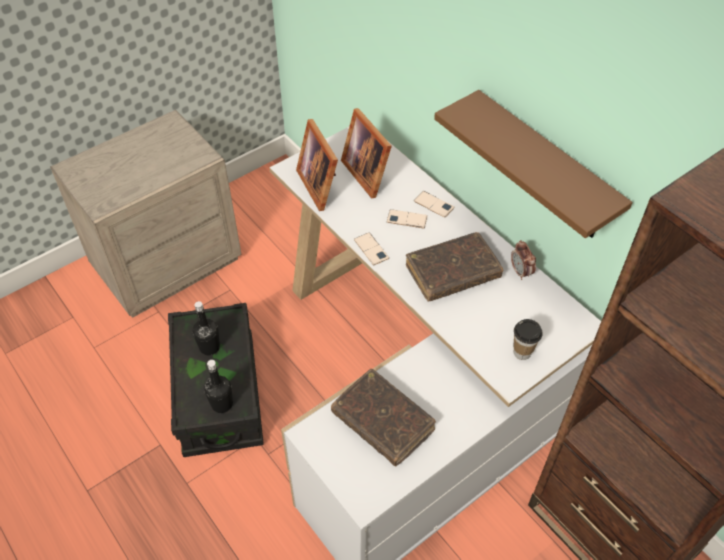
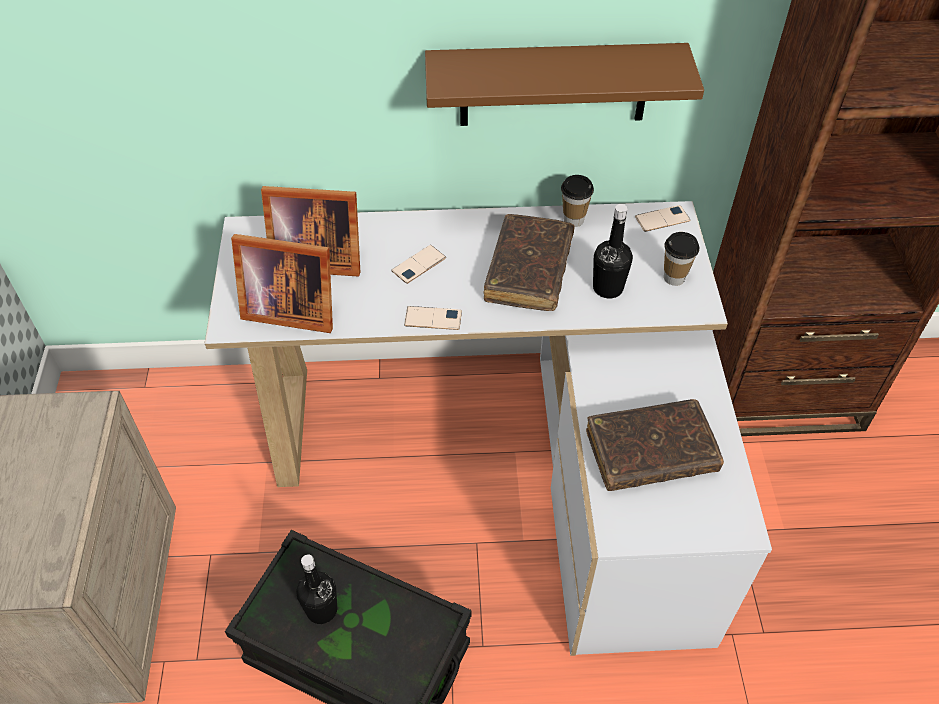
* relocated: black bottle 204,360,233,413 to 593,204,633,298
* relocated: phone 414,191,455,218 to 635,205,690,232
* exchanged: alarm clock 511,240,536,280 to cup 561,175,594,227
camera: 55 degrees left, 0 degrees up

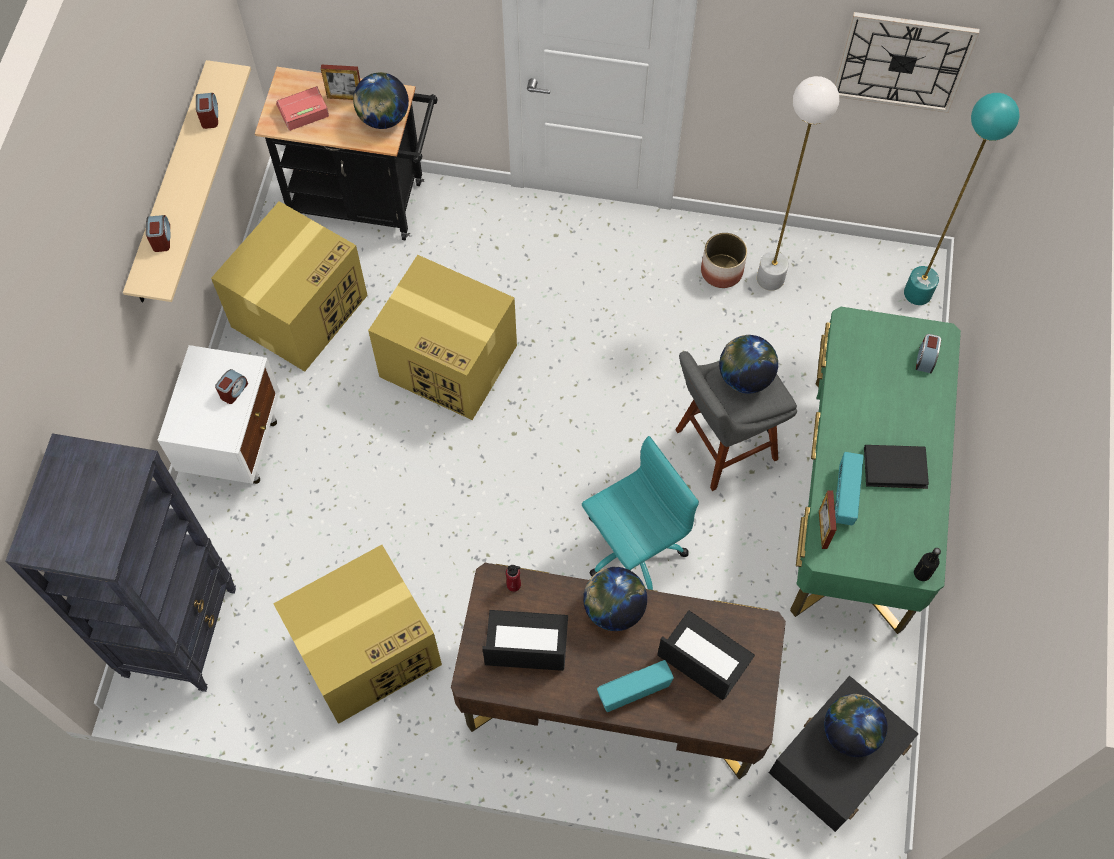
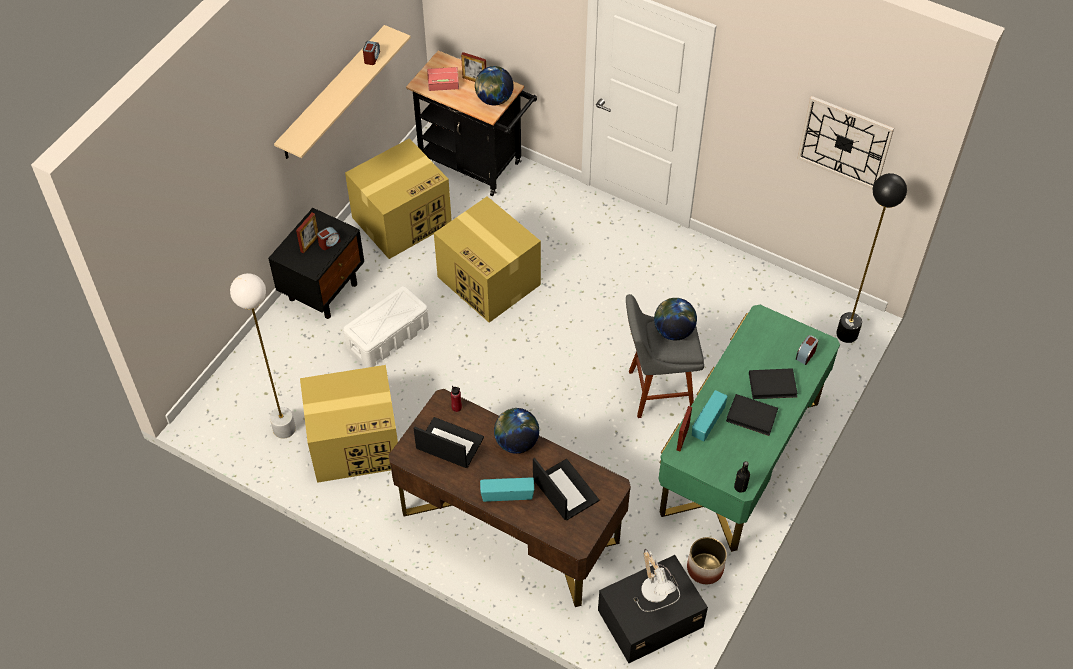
* missing: black bookcase 6,433,236,692
* missing: alarm clock 146,215,171,252
* colour: white nightstand 157,345,280,484 to black nightstand 268,208,364,319
* missing: turquoise office chair 582,436,699,590
* relocated: planter 701,233,747,288 to 687,537,727,584
* relocated: white floor lamp 757,76,839,291 to 230,273,296,439
* exchanged: globe 824,694,887,757 to table lamp 634,549,680,612
* colour: turquoise floor lamp 904,93,1020,305 to black floor lamp 836,173,907,343
* appeared: picture frame 296,213,318,254
* appeared: white storage box 343,286,429,368
* appeared: black book 749,368,797,399
camera: 20 degrees right, 10 degrees down

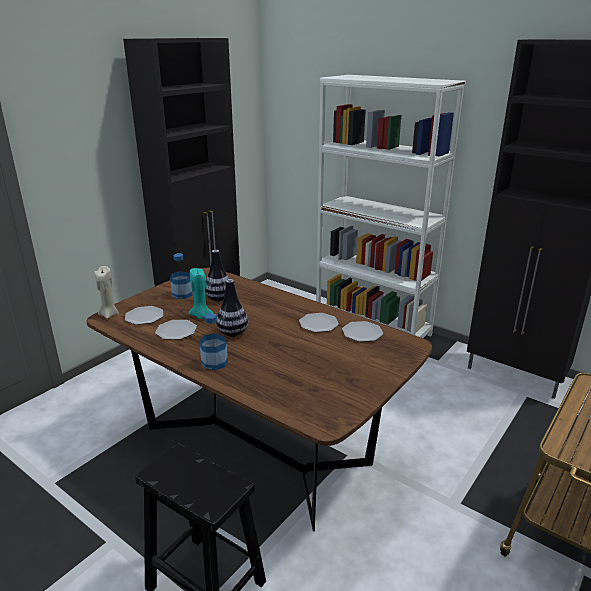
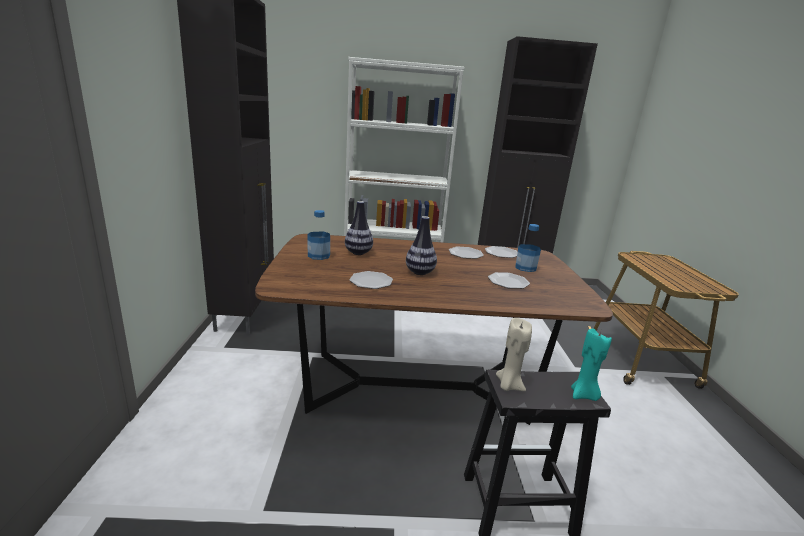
* relocated: beige candle 94,266,119,319 to 496,318,532,391
* relocated: plate 125,306,163,325 to 488,272,530,289
* relocated: turquoise candle 189,268,213,319 to 571,329,612,401
* relocated: bottle 199,313,228,370 to 515,224,541,272
camera: 40 degrees left, 5 degrees down

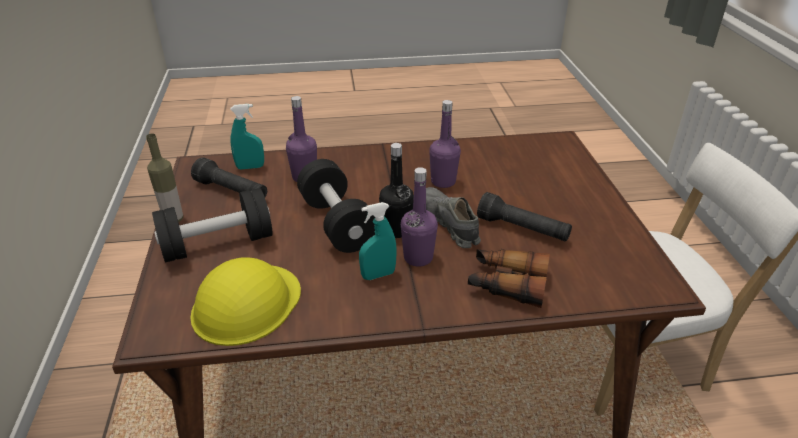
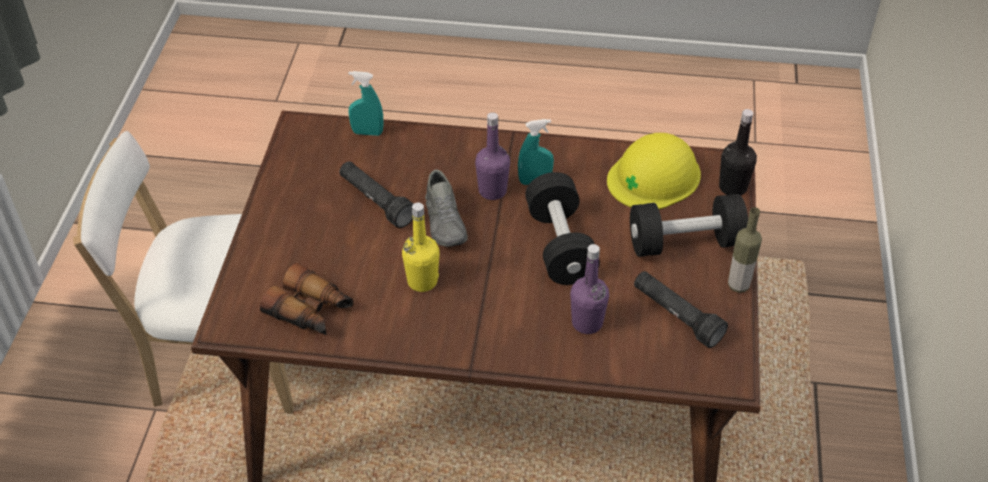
* relocated: turquoise spray bottle 230,104,264,169 to 348,71,384,136
* relocated: black bottle 379,143,414,238 to 719,109,757,195
* colour: purple bottle 429,100,461,188 to yellow bottle 402,203,440,292
* relocated: binoculars 468,249,550,308 to 260,263,353,335
camera: 165 degrees left, 10 degrees up

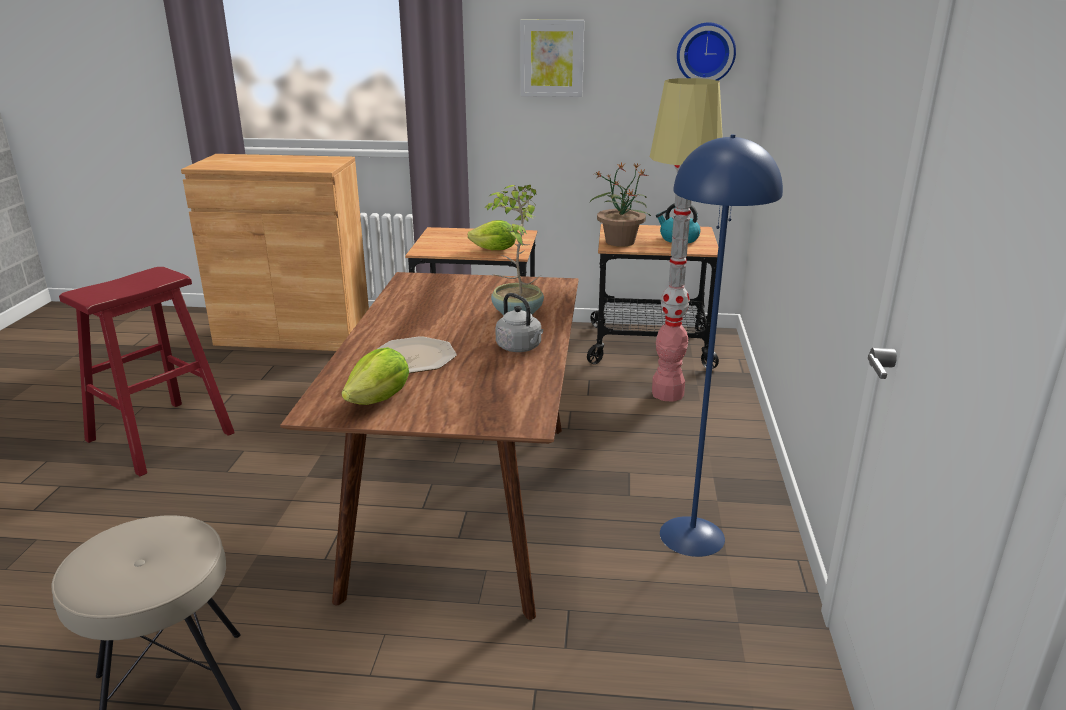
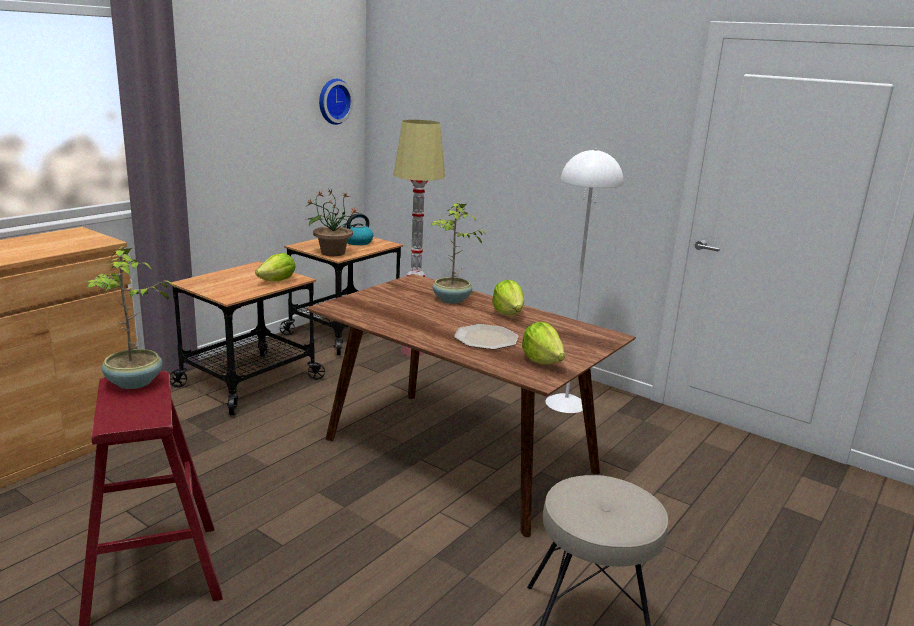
* exchanged: grey kettle 496,293,543,352 to lettuce 492,280,524,315
* missing: picture 520,20,584,97
* colour: blue floor lamp 660,134,783,557 to white floor lamp 545,149,623,413
* appeared: potted plant 87,246,174,389
camera: 60 degrees left, 5 degrees down

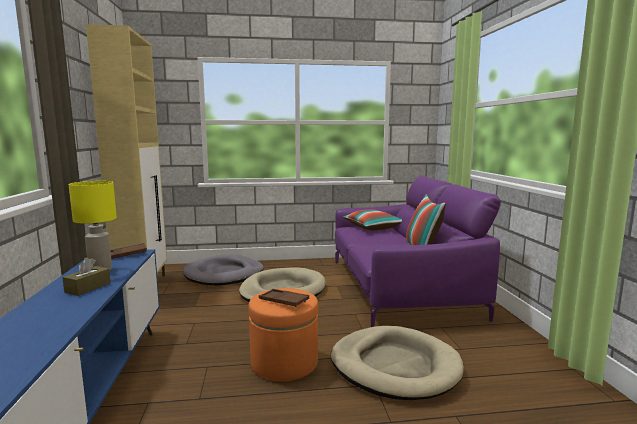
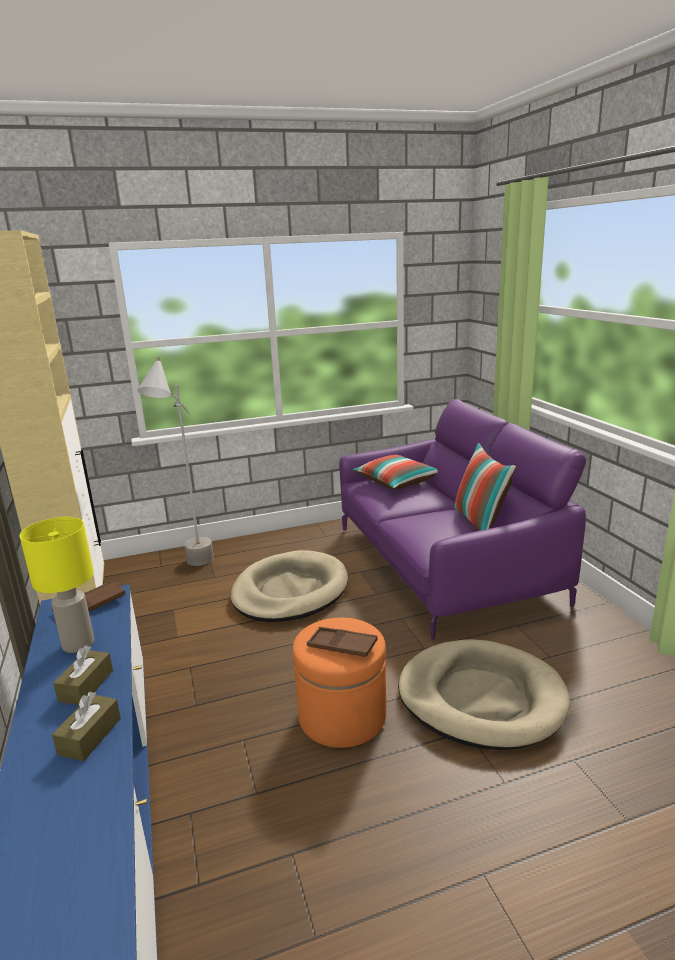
* exchanged: grey dog bed 183,255,264,286 to grey floor lamp 137,357,214,566
* appeared: brown tissue box 52,692,121,761
camera: 10 degrees left, 10 degrees up

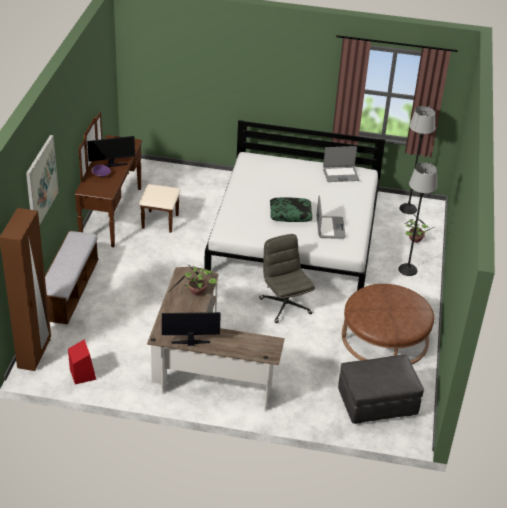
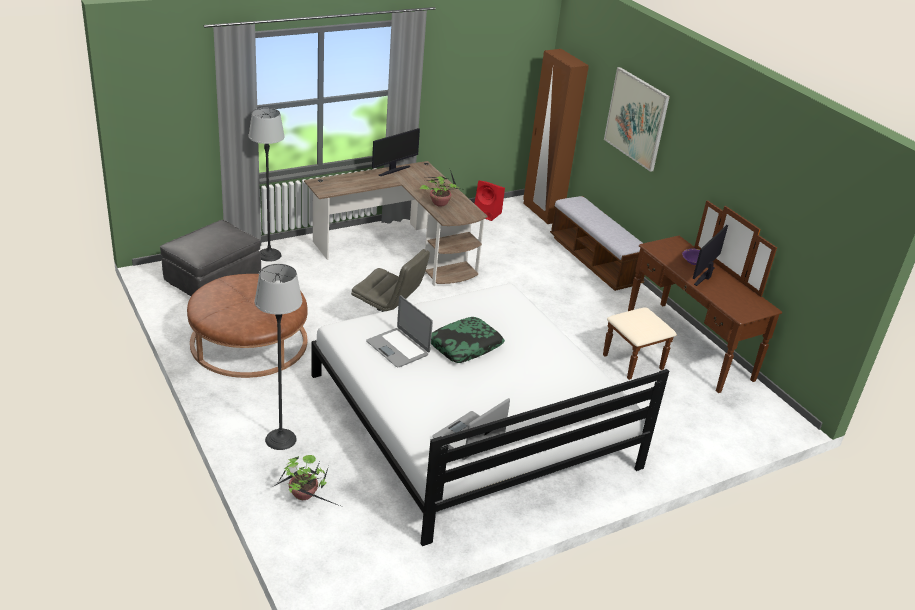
* relocated: floor lamp 399,106,435,214 to 249,108,285,262
camera: 140 degrees right, 5 degrees down

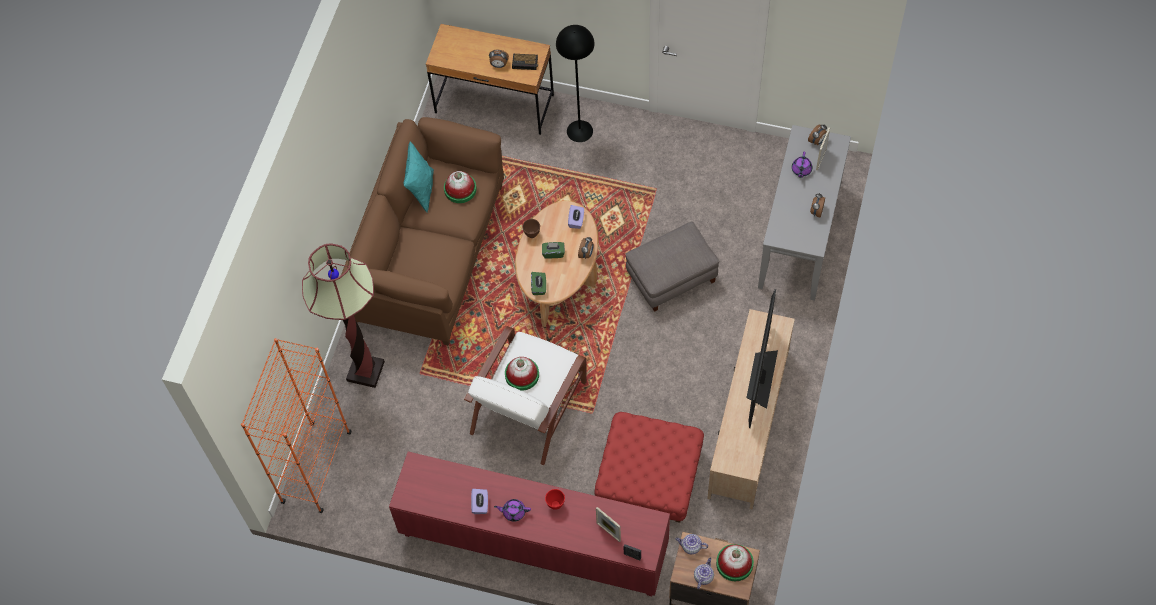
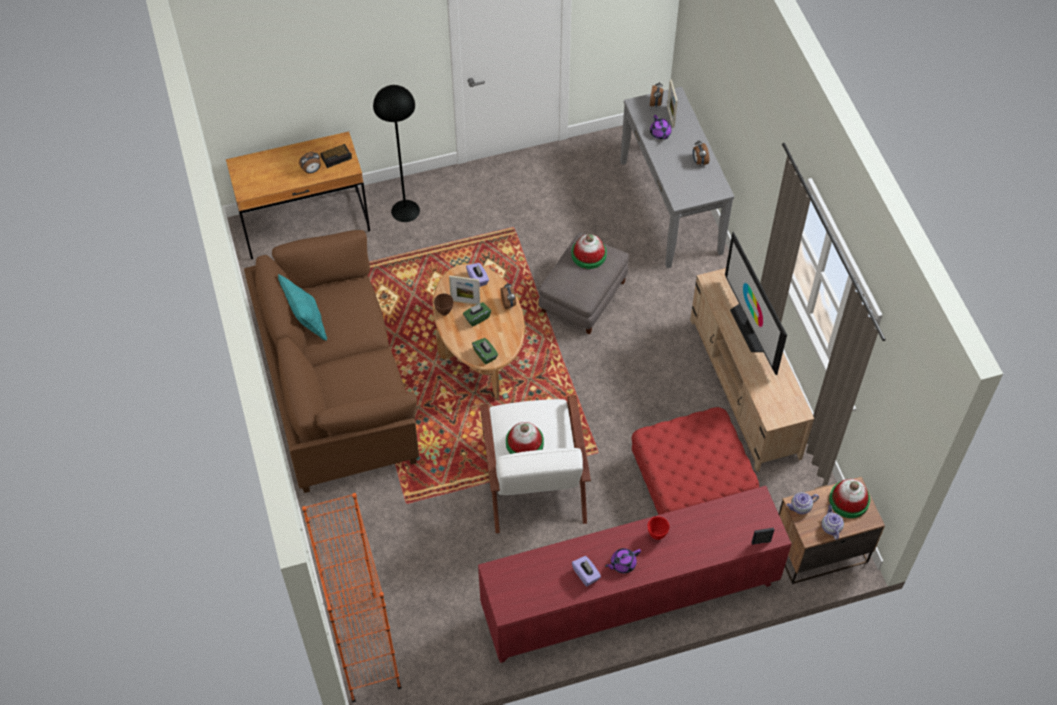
* missing: floor lamp 302,243,385,388
* relocated: hat 444,171,477,203 to 571,234,607,269
* relocated: picture frame 596,507,621,542 to 449,275,480,305
camera: 35 degrees left, 5 degrees down

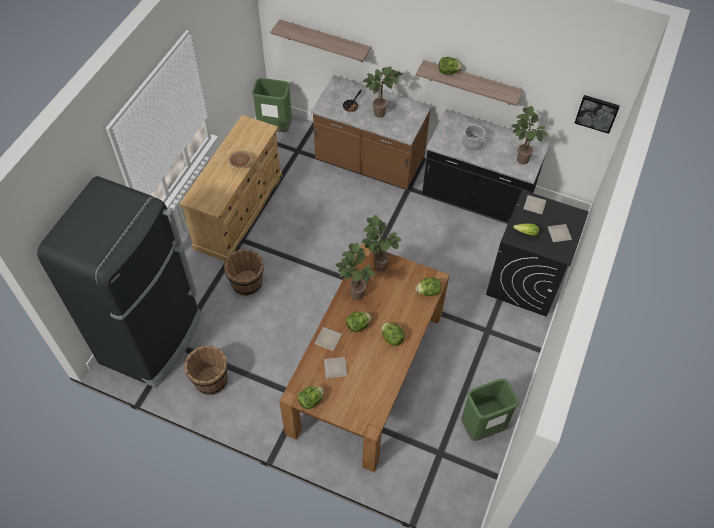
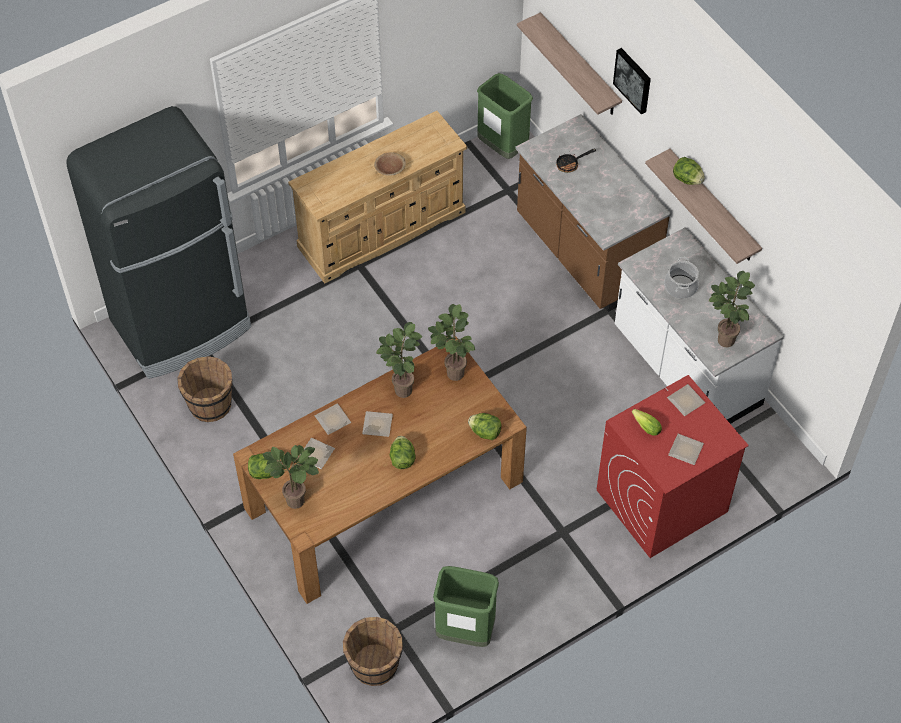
* relocated: brown bucket 224,249,264,296 to 343,617,403,686
* exchanged: lettuce 346,312,372,332 to plate 362,411,393,437
* relocated: potted plant 363,66,402,118 to 263,445,319,509
* colour: black counter 422,109,550,222 to white counter 615,227,784,424
* colour: black washing machine 486,190,589,317 to red washing machine 597,375,749,558
* relocated: picture 575,95,620,134 to 613,48,651,115
camera: 35 degrees right, 0 degrees up

